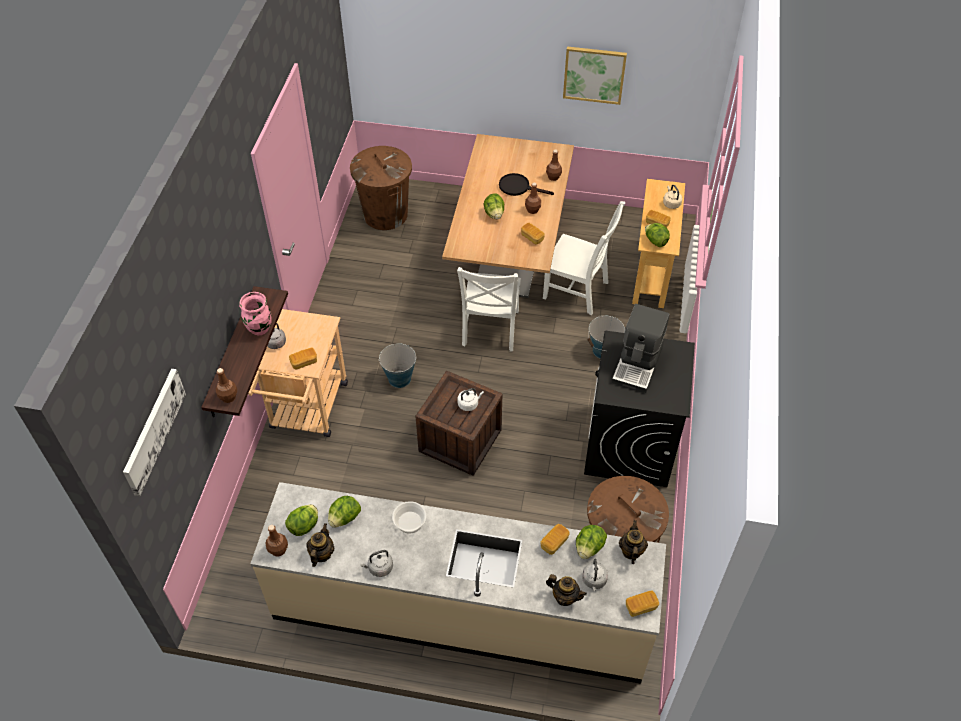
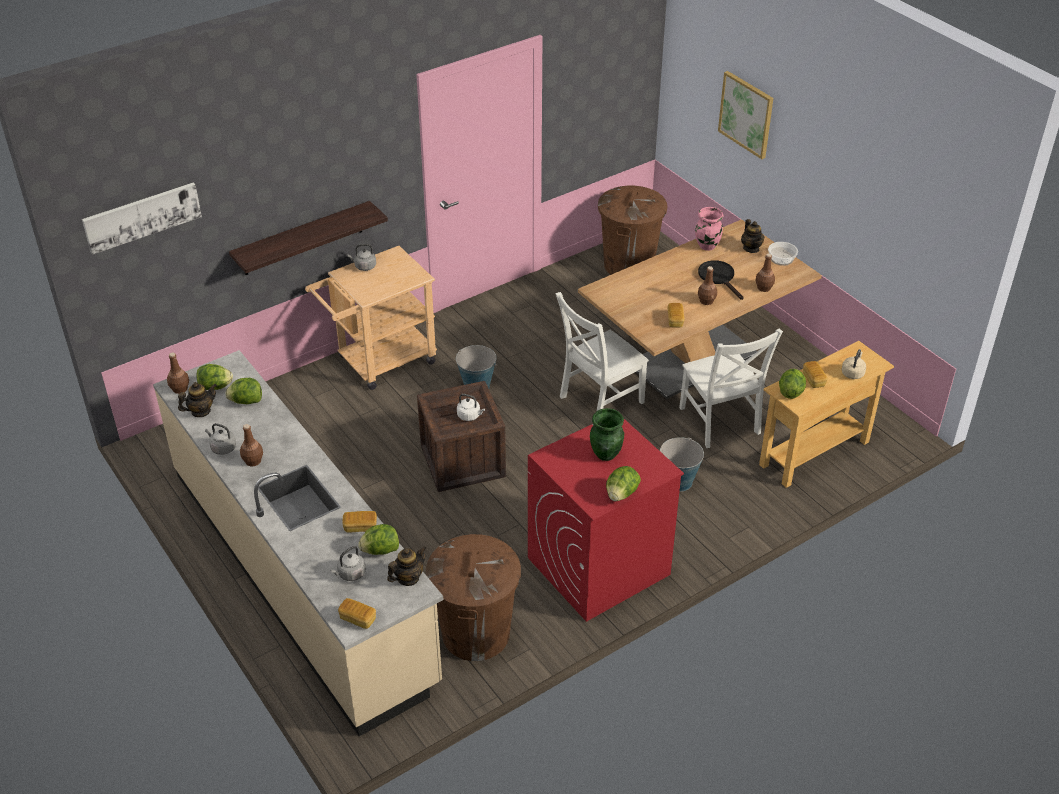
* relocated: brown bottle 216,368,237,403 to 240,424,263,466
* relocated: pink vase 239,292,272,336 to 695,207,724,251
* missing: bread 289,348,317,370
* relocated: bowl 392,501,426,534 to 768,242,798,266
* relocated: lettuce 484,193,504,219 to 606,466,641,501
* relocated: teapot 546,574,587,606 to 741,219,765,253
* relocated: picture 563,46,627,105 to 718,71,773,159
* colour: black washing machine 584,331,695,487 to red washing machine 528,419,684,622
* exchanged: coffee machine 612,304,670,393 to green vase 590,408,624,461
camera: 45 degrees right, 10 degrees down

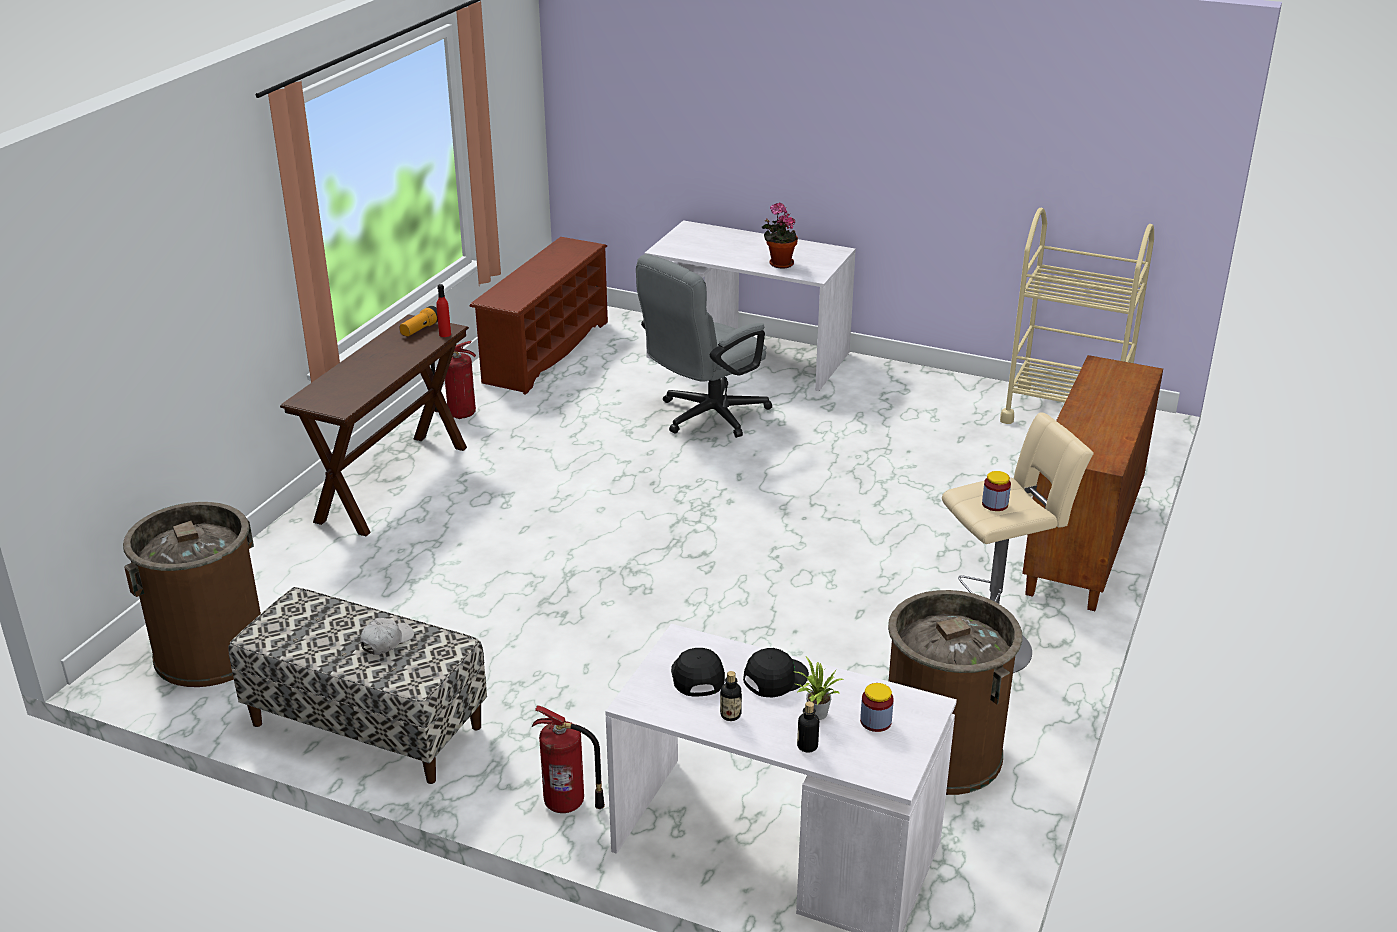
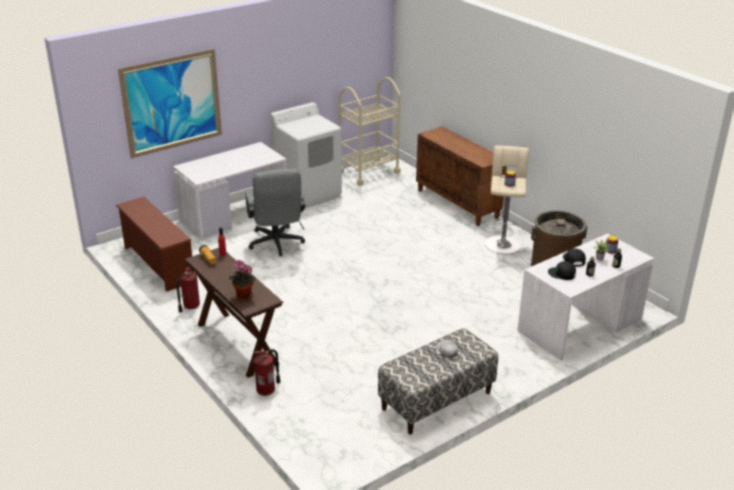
* missing: brown trash can 123,502,261,687
* relocated: fire extinguisher 532,705,605,813 to 253,349,280,396
* relocated: potted plant 762,203,798,269 to 229,260,257,300
* appeared: picture 118,49,222,159
* appeared: white washing machine 270,102,342,209
camera: 60 degrees left, 0 degrees up

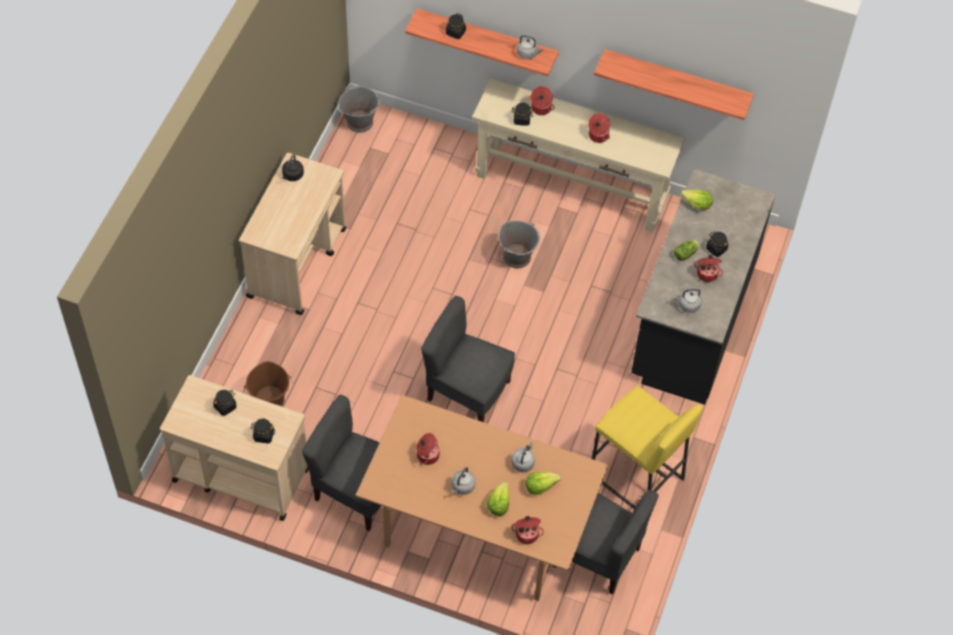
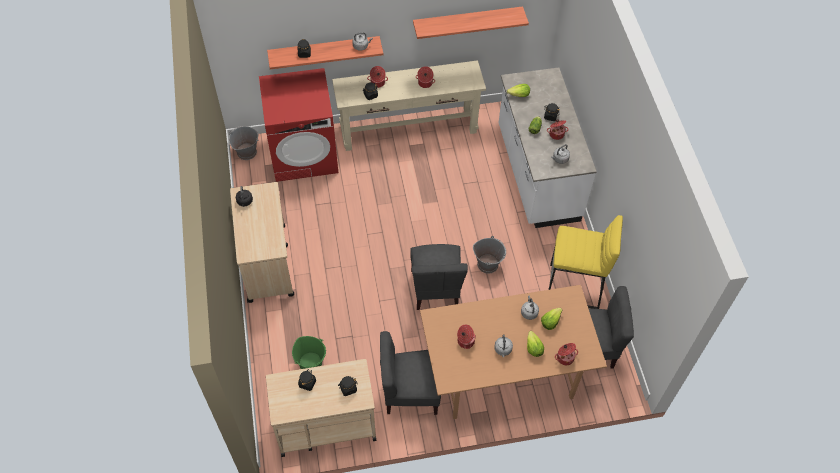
* colour: brown bucket 244,361,291,406 to green bucket 292,336,326,369
* spun: grey chair 421,296,515,422 = 410,244,468,310 90 degrees counterclockwise
* relocated: grey bucket 499,221,540,269 to 473,236,506,274
* colour: black counter 631,169,775,405 to white counter 498,67,597,228
* appeared: red washing machine 259,68,338,182
camera: 30 degrees left, 0 degrees up

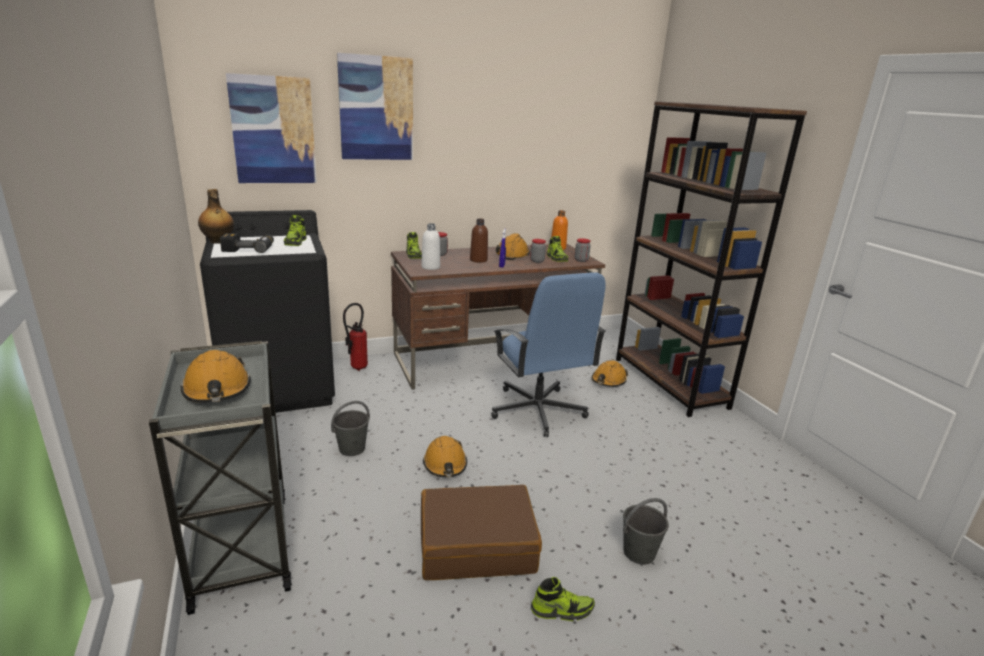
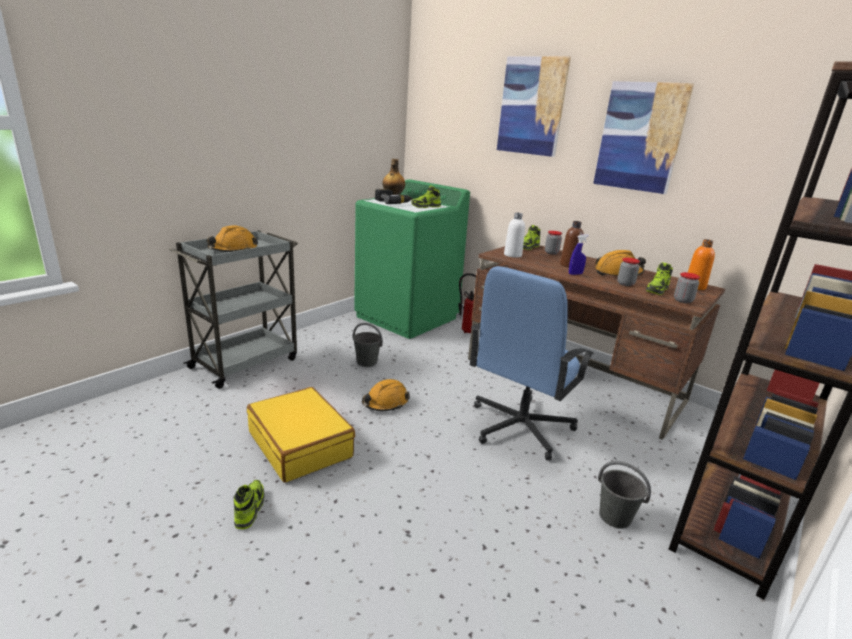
* colour: black washing machine 200,210,335,413 to green washing machine 354,179,470,339
* relocated: picture 226,73,317,183 to 593,81,694,194
* colour: brown suitcase 421,485,542,580 to yellow suitcase 247,387,355,483
* spun: shoe 531,577,595,621 = 234,480,265,529 150 degrees counterclockwise
* missing: orange hard hat 592,360,628,387
* relocated: grey bucket 623,498,669,565 to 598,461,651,529
camera: 60 degrees right, 0 degrees up

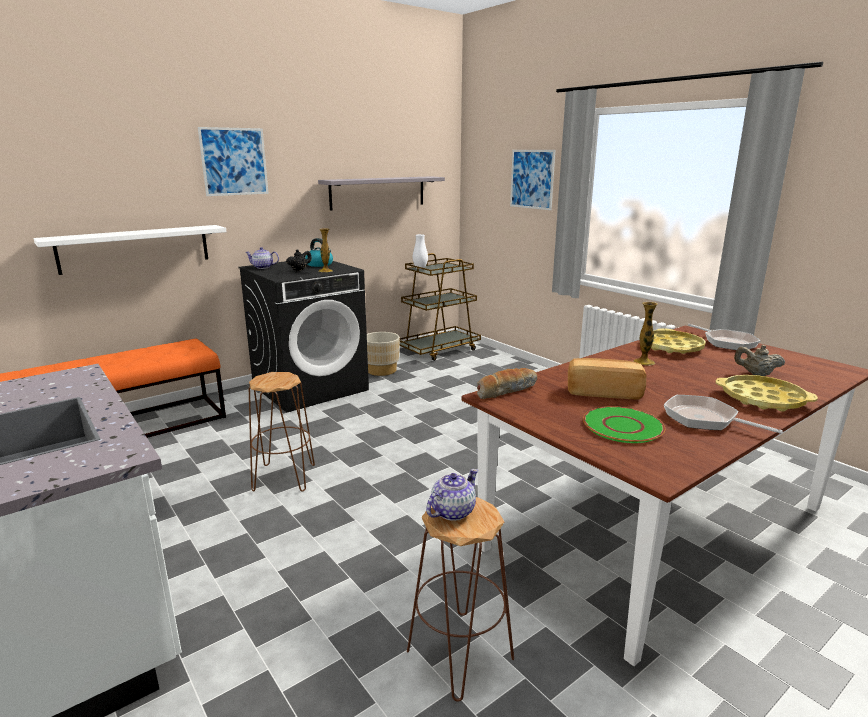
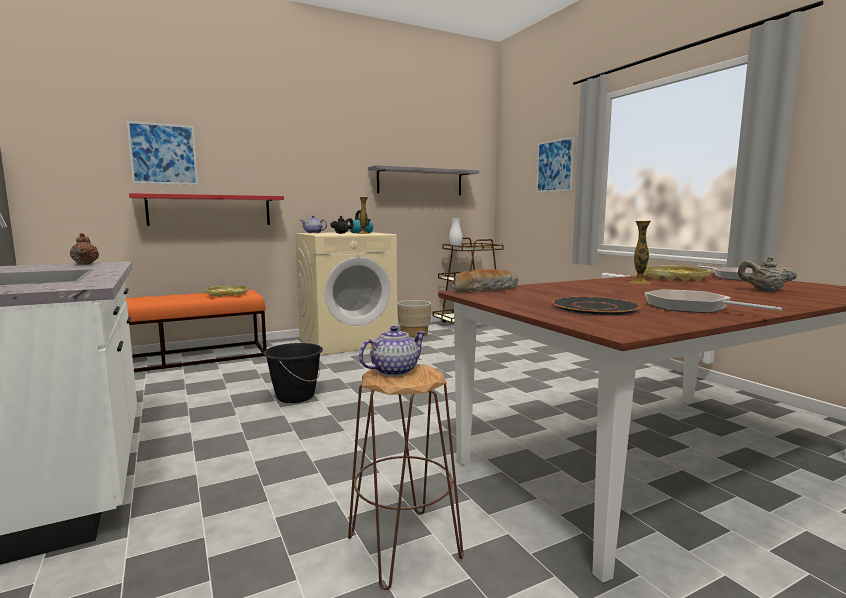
* colour: white shelf 33,225,227,275 to red shelf 129,193,284,226
* relocated: picture 198,127,269,196 to 127,121,198,185
* colour: black washing machine 239,261,369,413 to beige washing machine 295,232,397,356
* exchanged: brown stool 249,372,315,492 to black bucket 263,343,323,403
* missing: bread 568,358,646,400
* colour: green plate 583,406,665,443 to black plate 551,297,641,316
* relocated: yellow tray 716,375,818,411 to 205,286,249,297
* appeared: brown teapot 70,233,99,265
camera: 10 degrees right, 10 degrees down

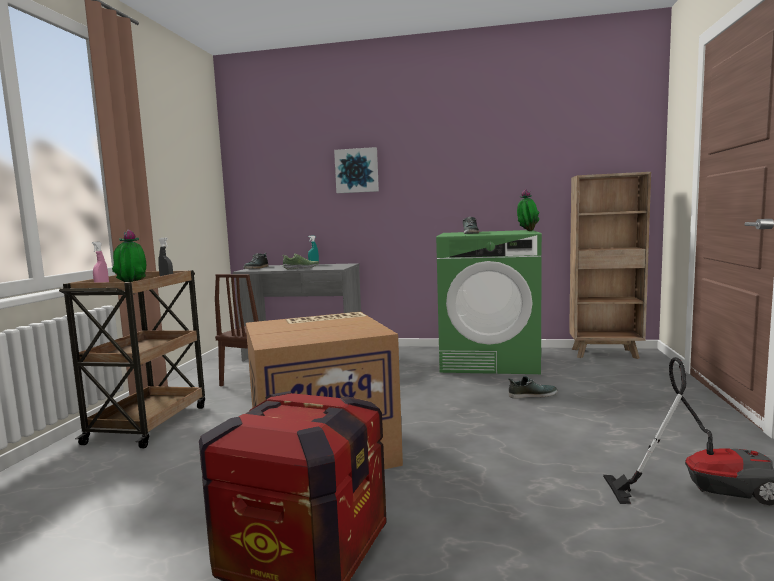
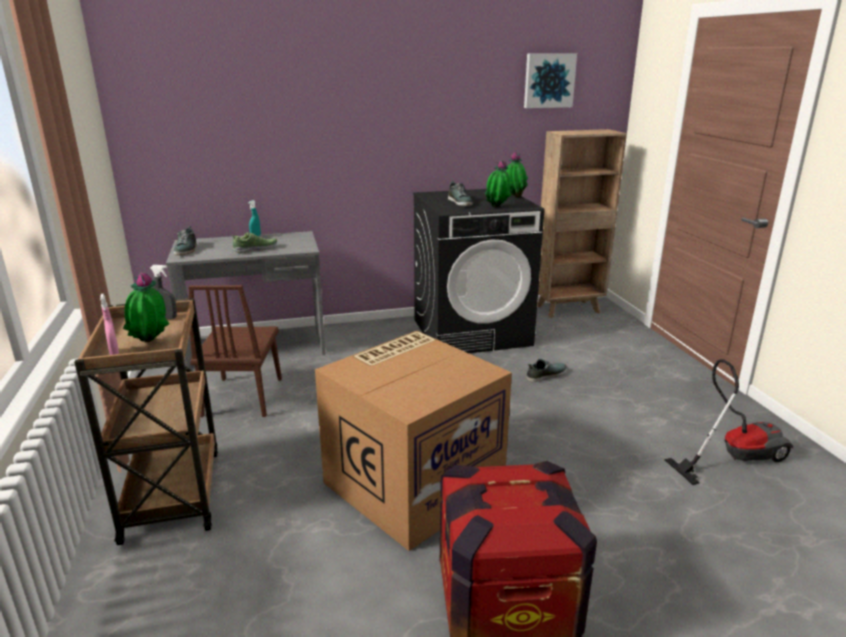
* relocated: picture 334,147,379,193 to 524,54,577,108
* colour: green washing machine 436,230,542,374 to black washing machine 413,189,545,353
* appeared: potted plant 485,159,511,207
camera: 25 degrees left, 15 degrees up

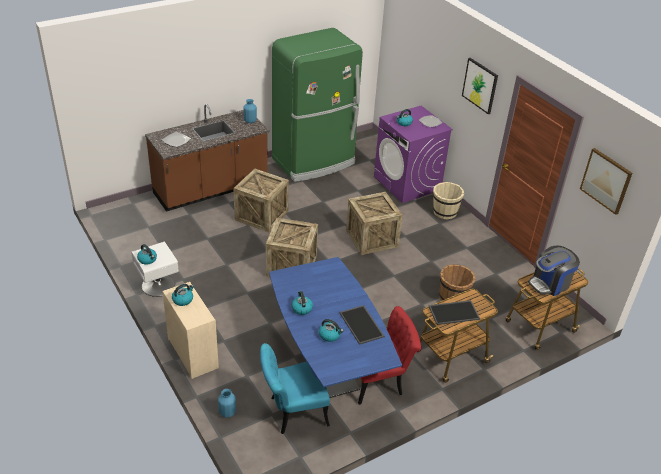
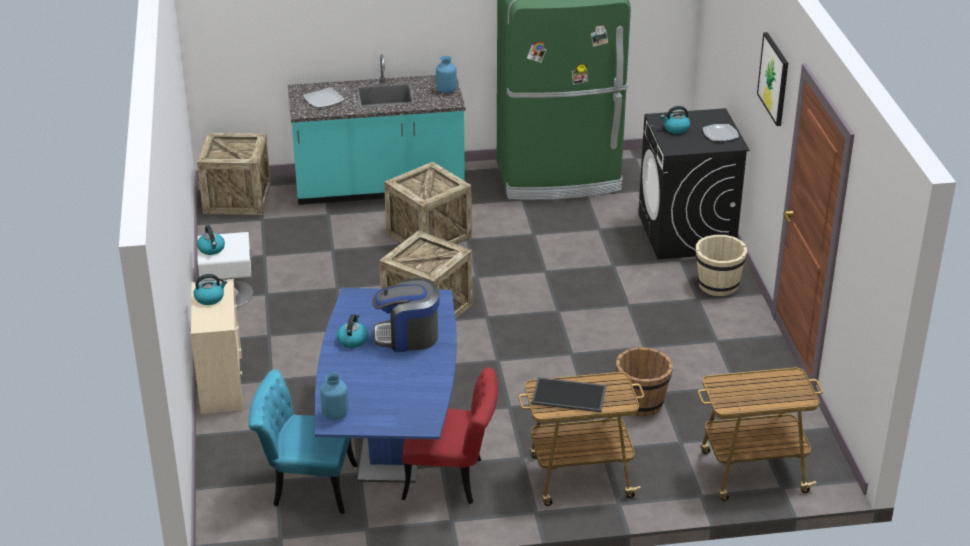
* colour: brown counter 145,104,269,212 to turquoise counter 288,54,465,205
* relocated: blue vase 218,389,236,418 to 320,372,349,420
* missing: kettle 319,319,344,342
* missing: tray 340,305,384,345
* relocated: crate 346,192,403,255 to 197,133,271,215
* colour: purple washing machine 374,106,453,203 to black washing machine 638,108,750,260
* relocated: coffee machine 528,245,580,296 to 372,278,440,352
* missing: picture 580,148,632,215
camera: 25 degrees right, 5 degrees down

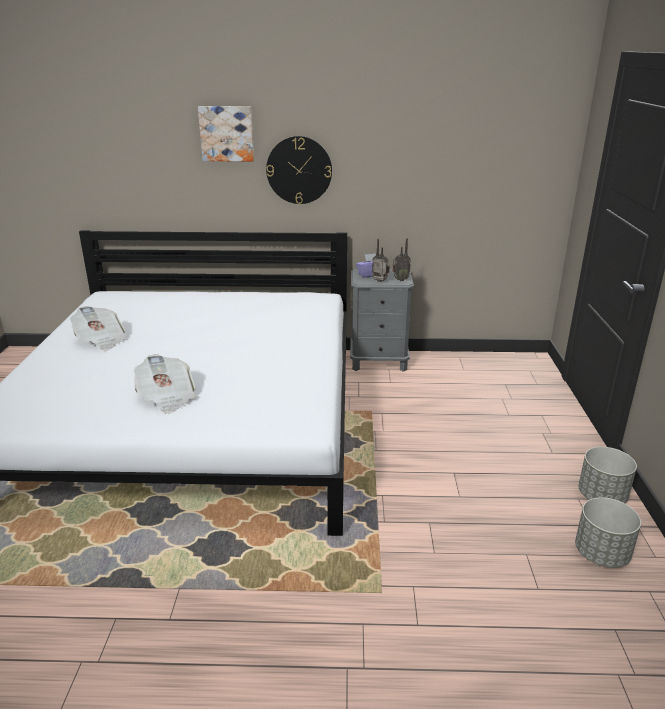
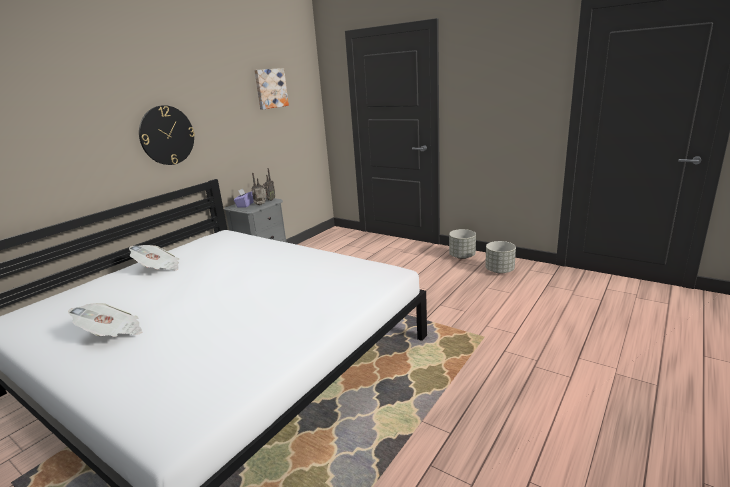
* relocated: newspaper 134,354,196,414 to 129,245,179,270
* relocated: picture 198,106,254,162 to 254,68,289,110
camera: 55 degrees left, 5 degrees down

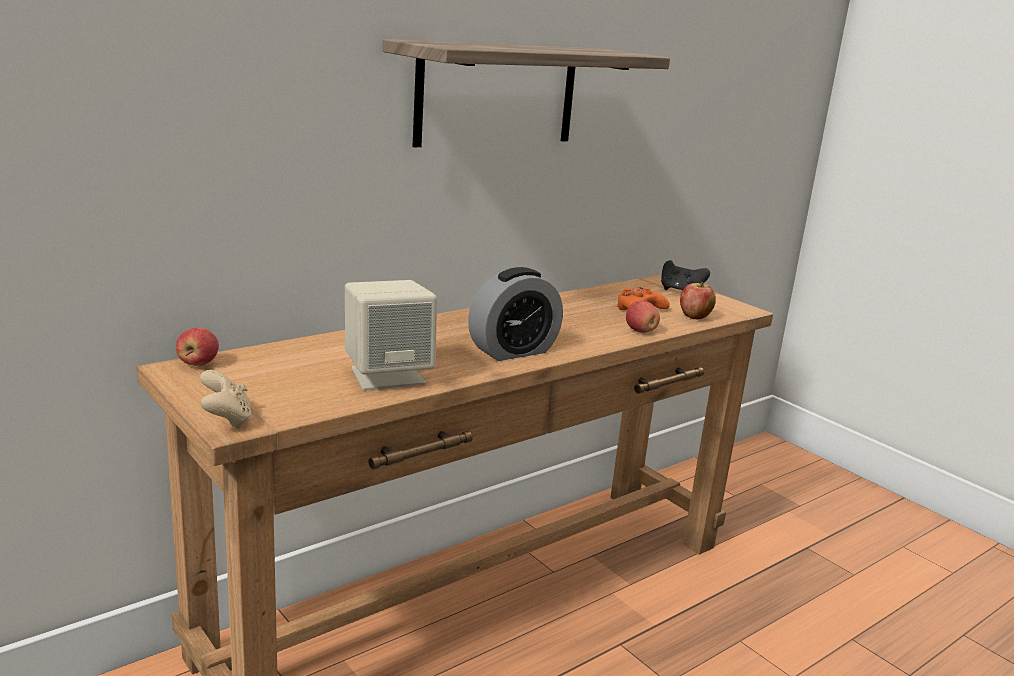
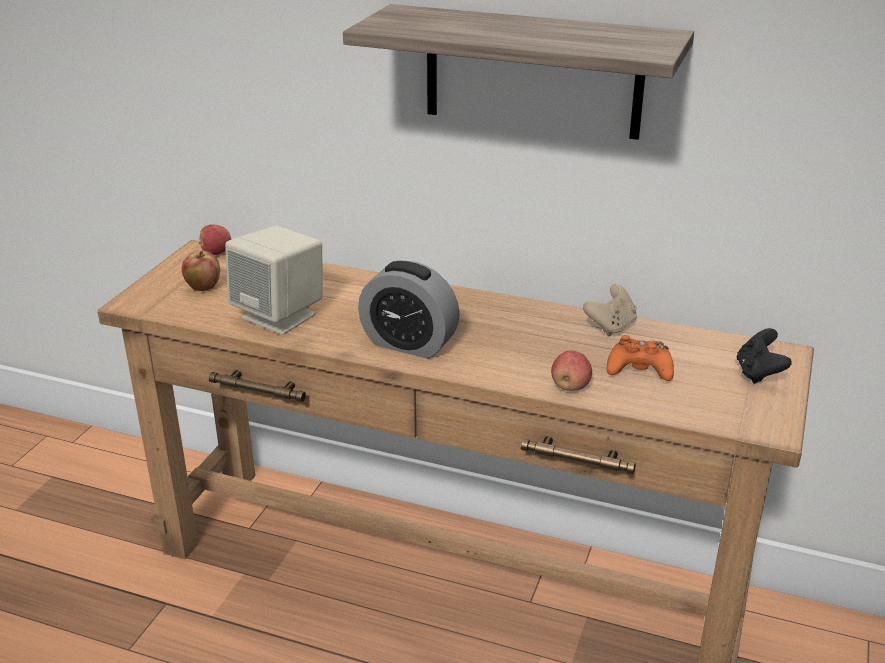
* relocated: beige game controller 200,370,252,429 to 583,284,637,336
* relocated: apple 680,282,716,320 to 182,250,220,291
camera: 60 degrees right, 10 degrees up

